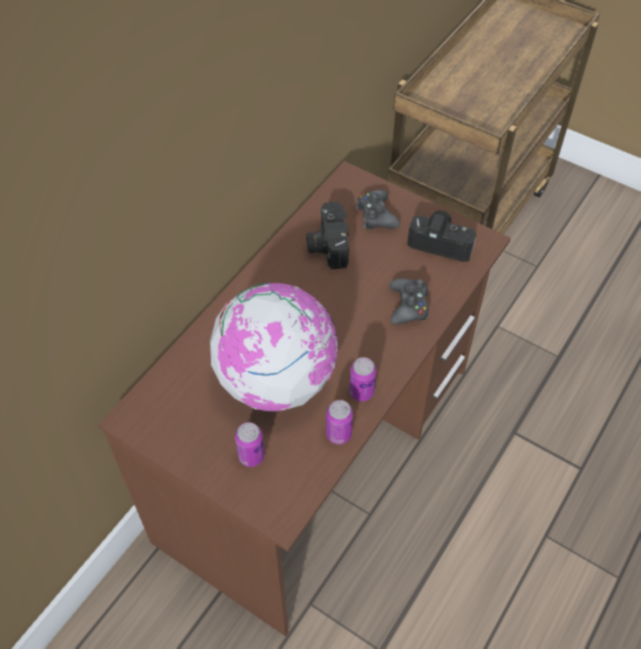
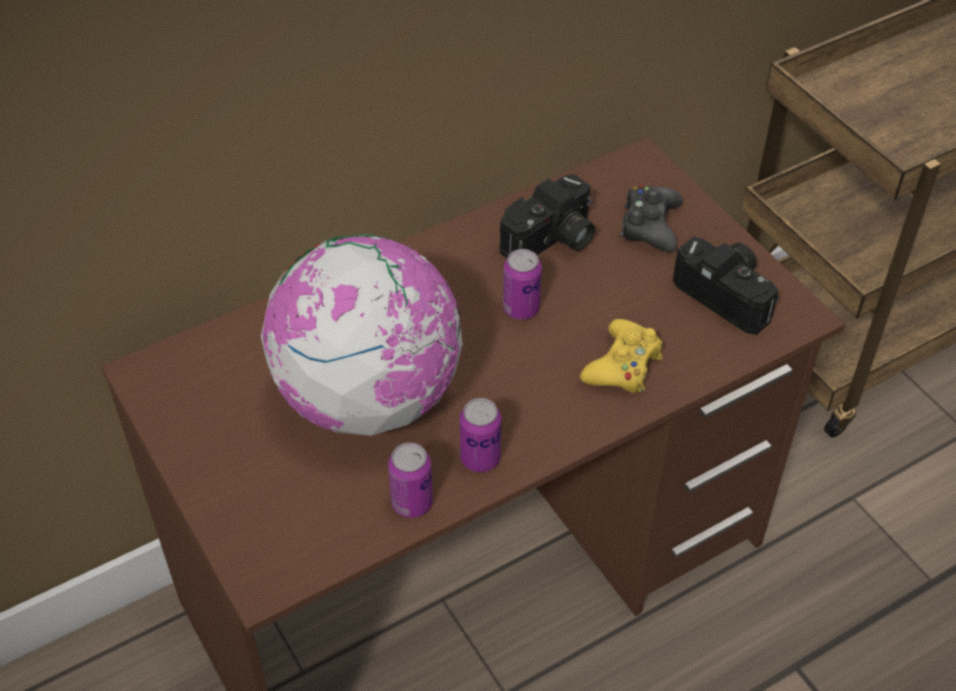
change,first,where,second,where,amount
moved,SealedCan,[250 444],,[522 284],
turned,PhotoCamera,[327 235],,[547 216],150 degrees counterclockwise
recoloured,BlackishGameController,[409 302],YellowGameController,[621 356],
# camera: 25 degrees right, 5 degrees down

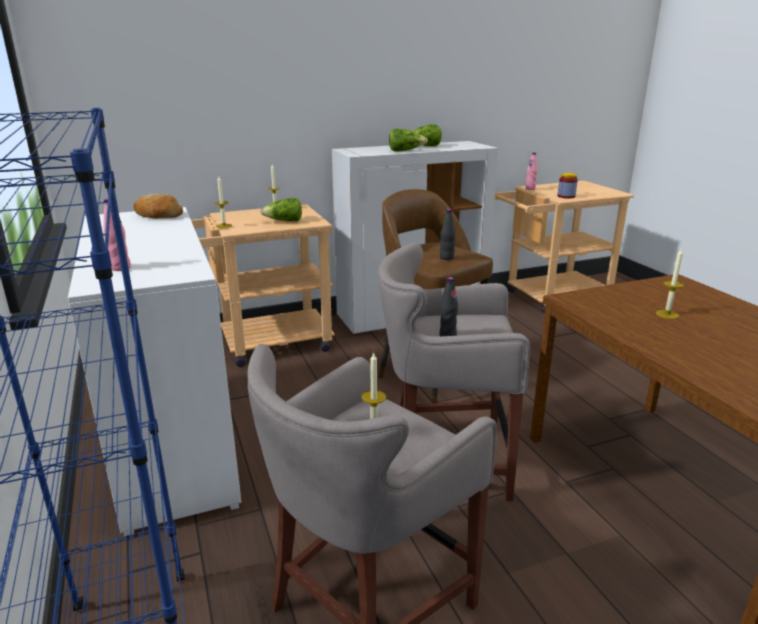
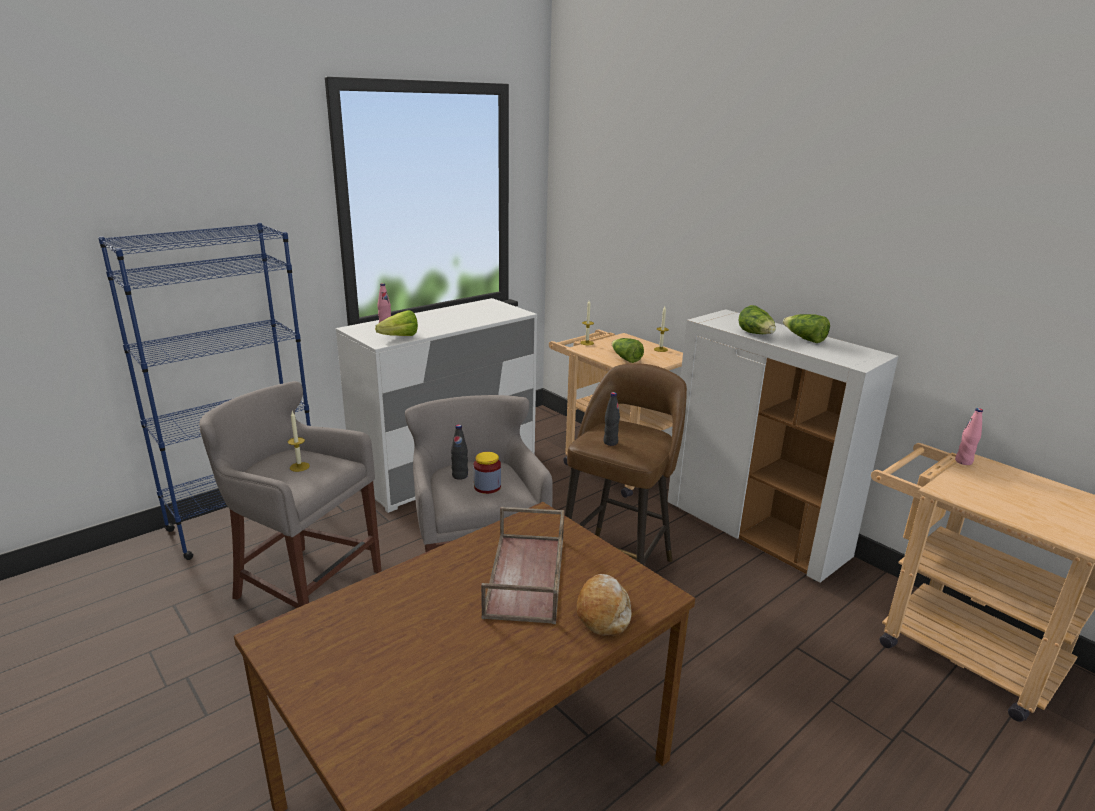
change,first,where,second,where,amount
moved,BakedBread,[158 206],,[604 605],
moved,StorageJar,[567 186],,[487 473],
replaced,Candle,[670 284],BrownColouredServingTray,[522 565],
added,,,Lettuce,[396 323],
# camera: 70 degrees right, 0 degrees up

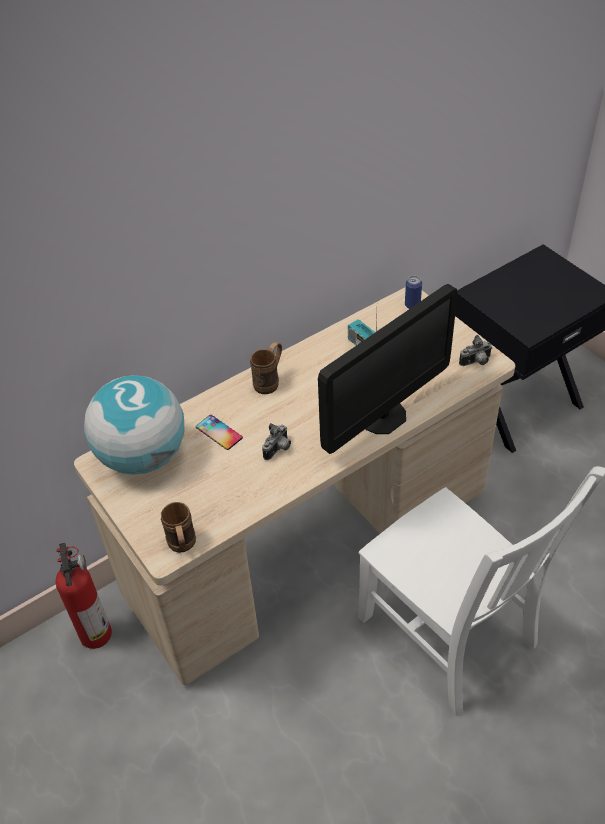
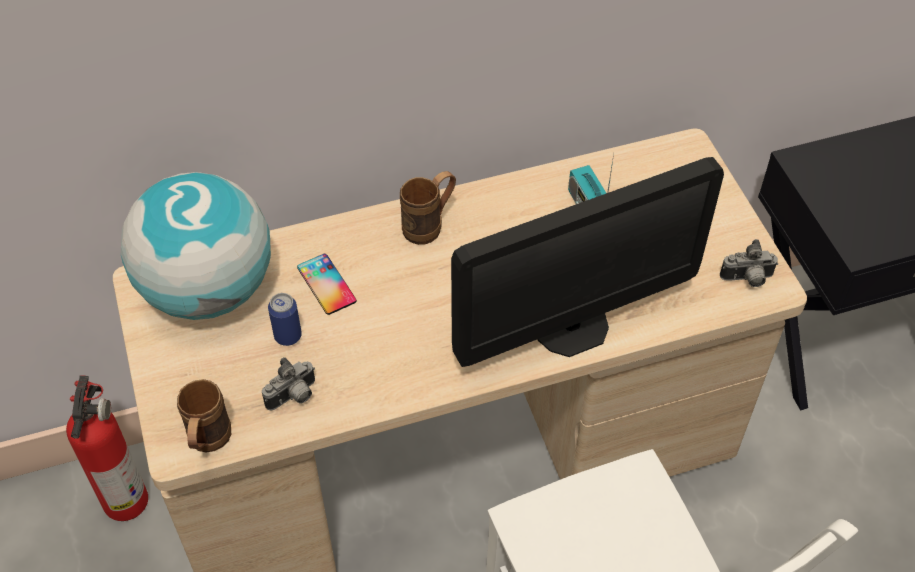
change,first,where,second,where,amount
moved,PhotoCamera,[276 441],,[288 383],
moved,SealedCan,[413 292],,[285 319],
# camera: 15 degrees right, 5 degrees up

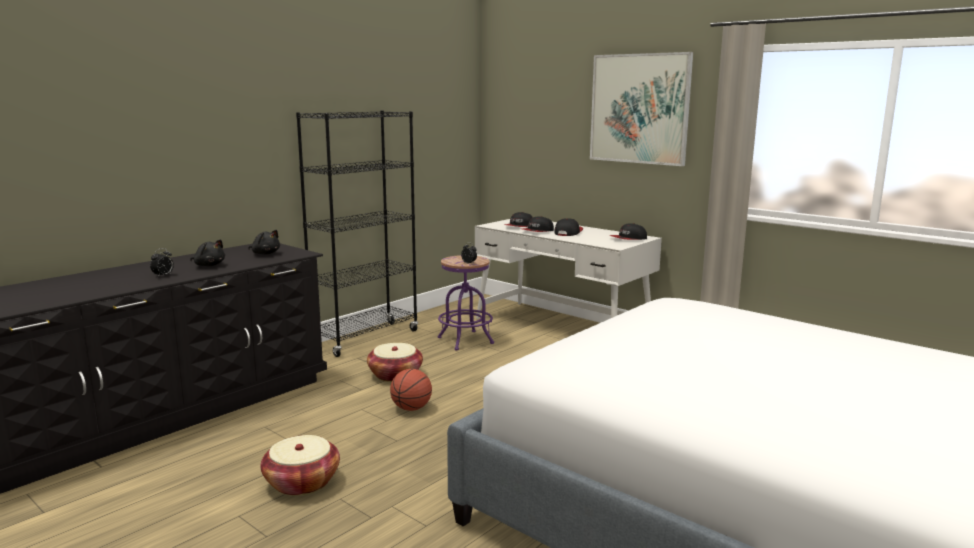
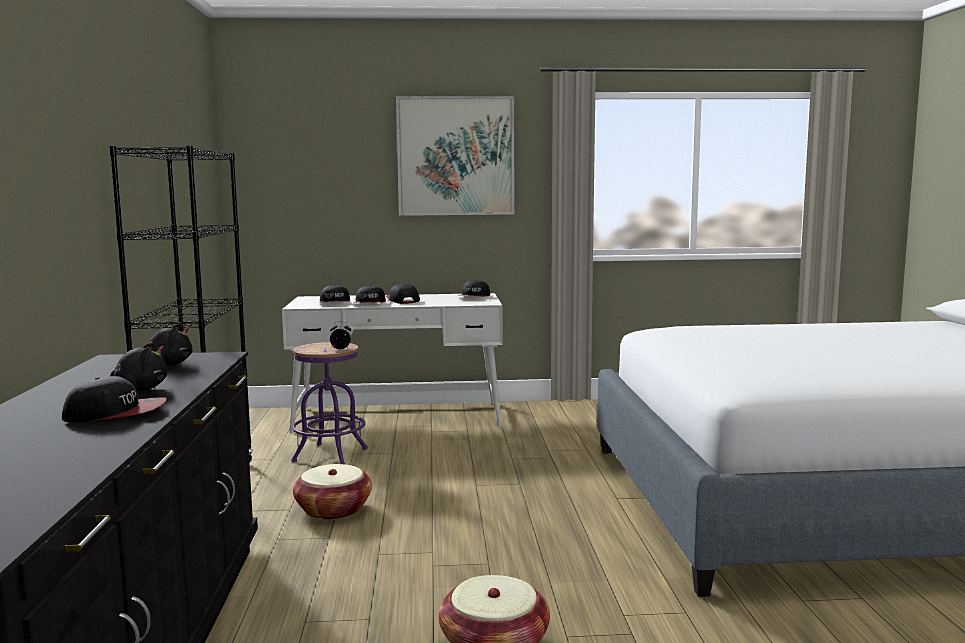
change,first,where,second,where,amount
replaced,BedsideClock,[162 262],Cap,[114 399],
removed,BallForBasketball,[411 390],,,
# camera: 45 degrees left, 5 degrees down

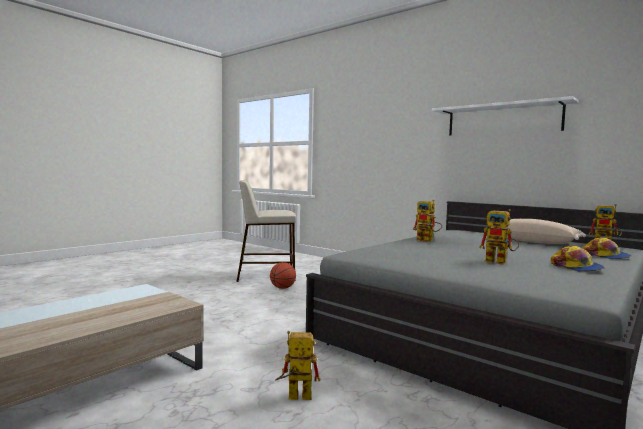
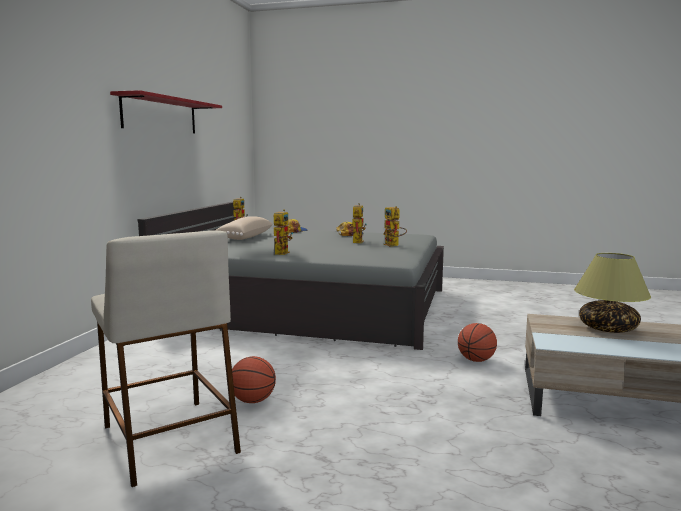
change,first,where,second,where,amount
moved,ToyRobot,[297 365],,[395 226],
recoloured,WhitishBracketShelf,[505 115],RedBracketShelf,[166 111],
added,,,BallForBasketball,[477 342],
added,,,LampForATable,[612 293],
# camera: 115 degrees left, 5 degrees up

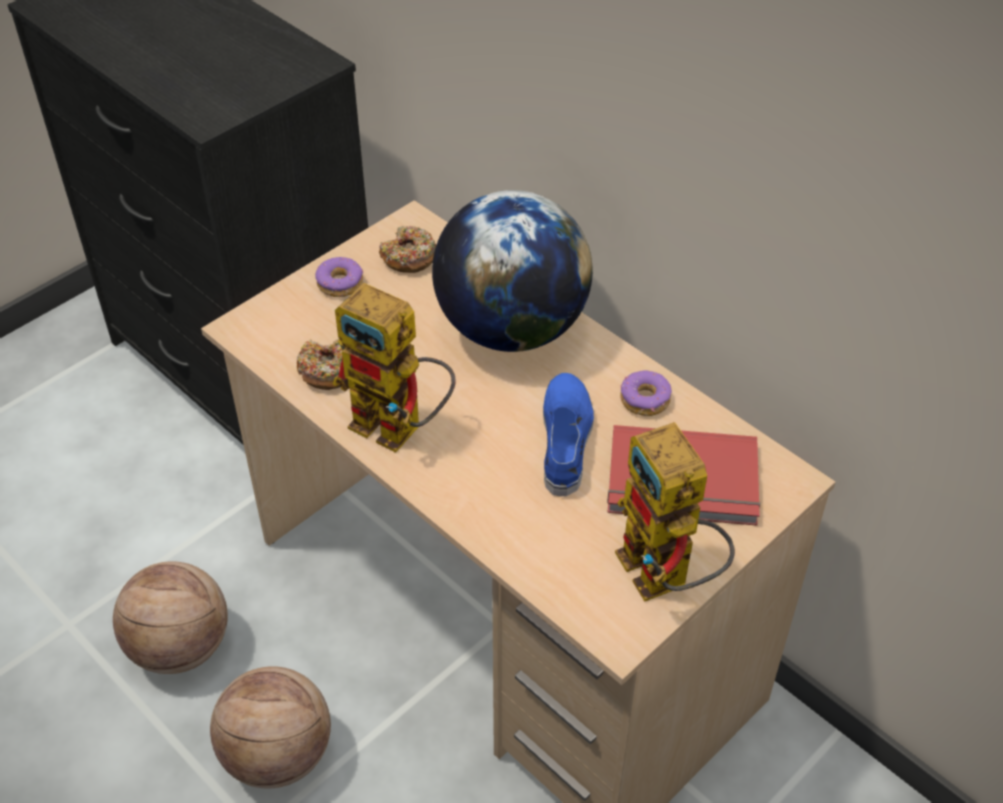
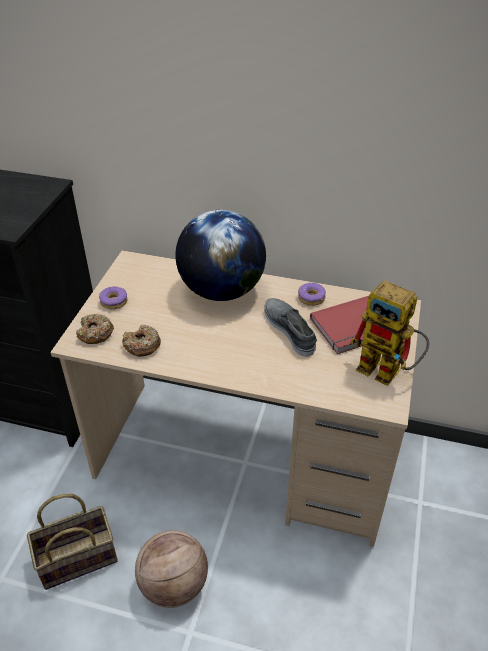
change,first,where,second,where,amount
replaced,BallForBasketball,[170 617],Basket,[72 542],
removed,ToyRobot,[394 368],,,
moved,Doughnut,[407 249],,[95 329],
recoloured,BluishShoe,[568 434],GreyShoe,[290 327],
# camera: 30 degrees left, 5 degrees down

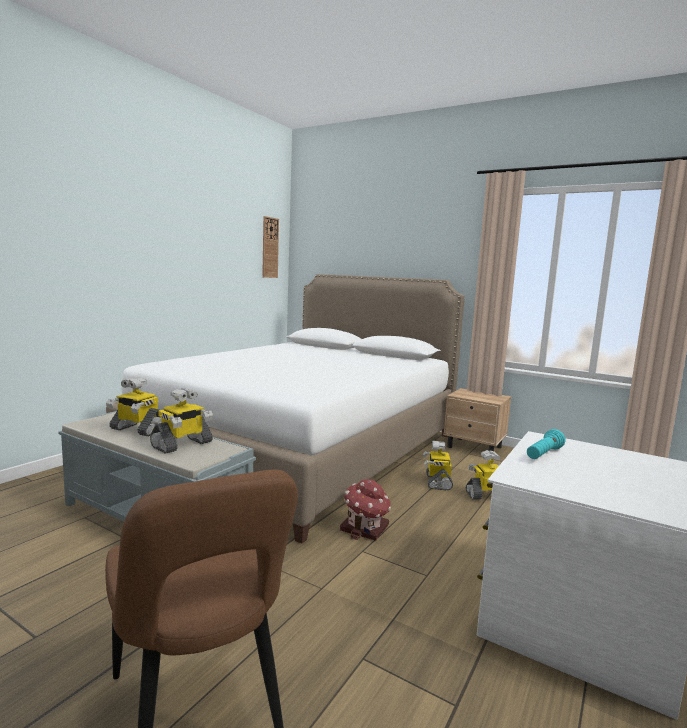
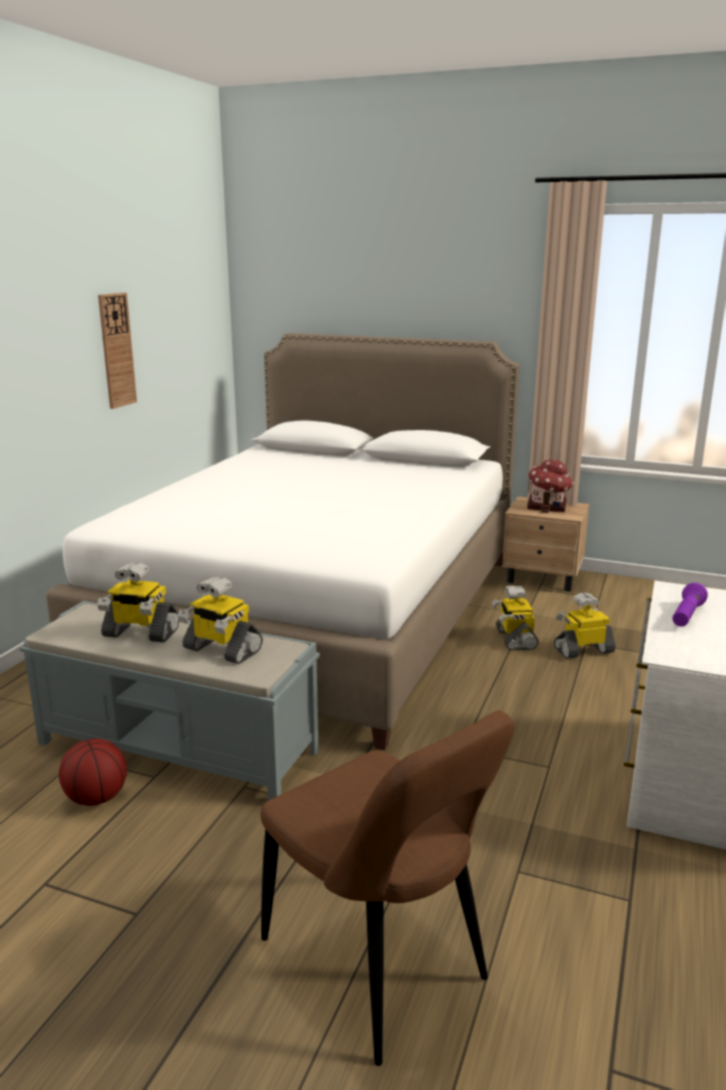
change,first,where,second,where,amount
turned,ToyRobot,[181 420],,[220 620],90 degrees clockwise
moved,ClockOnTheWall,[270 247],,[117 351],
moved,ModelHouse,[365 510],,[550 486],
recoloured,TurquoiseColouredTorch,[546 444],PurplishTorch,[690 605],
added,,,BallForBasketball,[93 772],
# camera: 10 degrees left, 10 degrees up

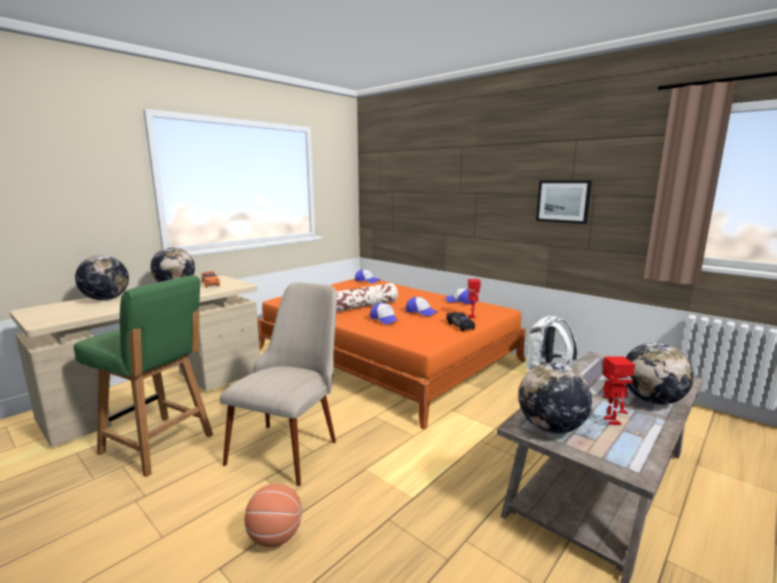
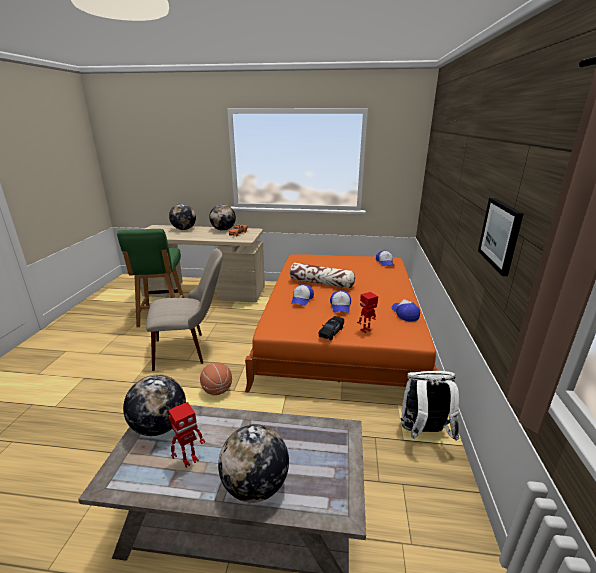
change,first,where,second,where,amount
moved,BallForBasketball,[273 515],,[216 378],
# camera: 55 degrees right, 10 degrees up

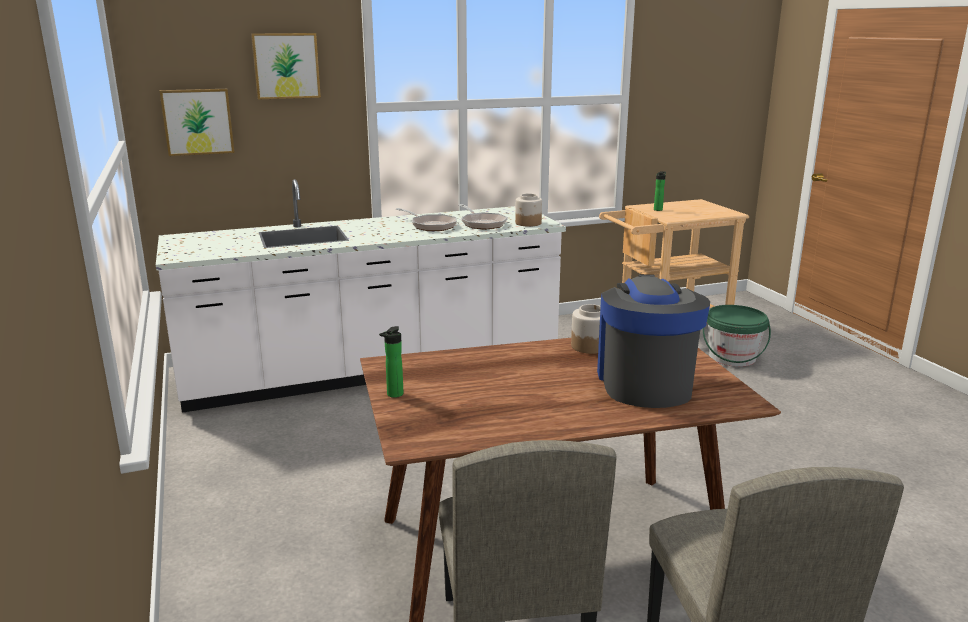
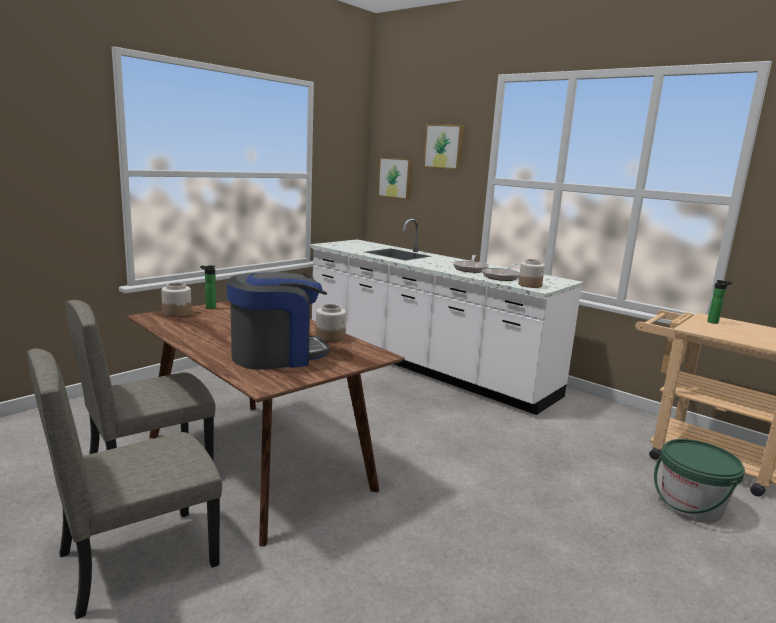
change,first,where,second,where,amount
added,,,StorageJar,[176 299],
# camera: 60 degrees right, 5 degrees down

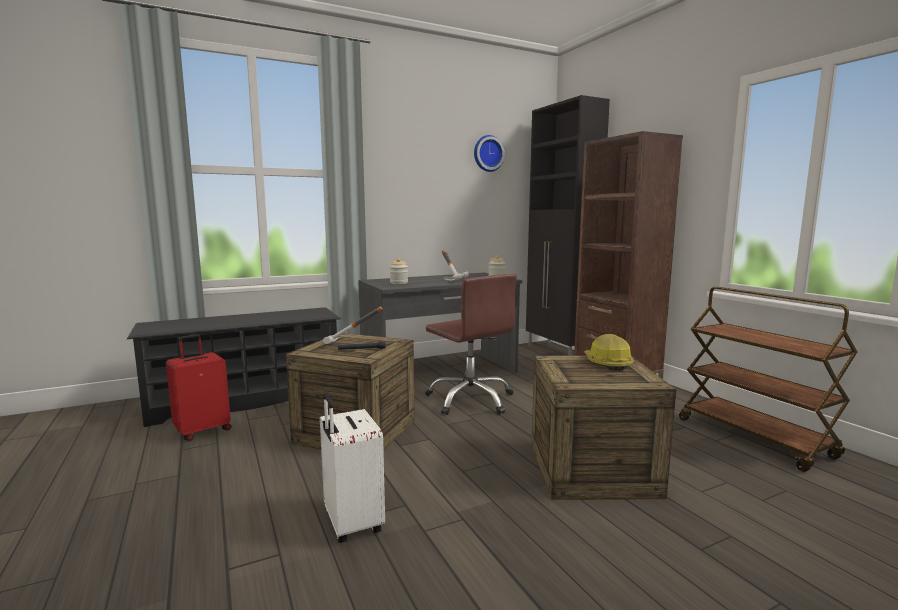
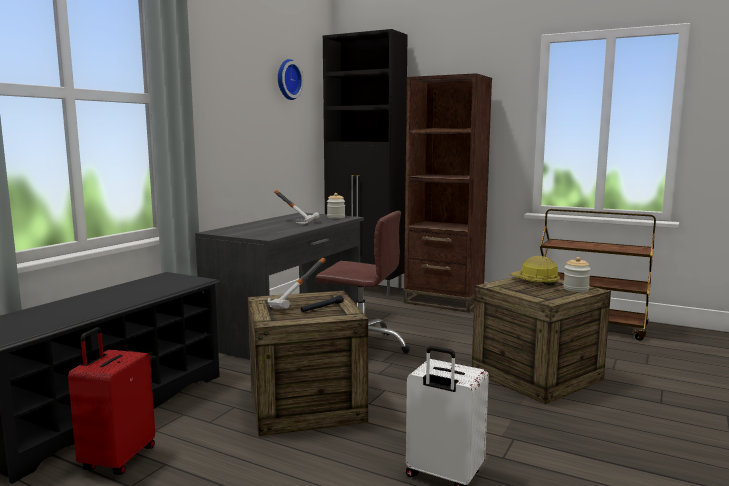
change,first,where,second,where,amount
moved,StorageJar,[399 271],,[577 274],
# camera: 35 degrees left, 0 degrees up

